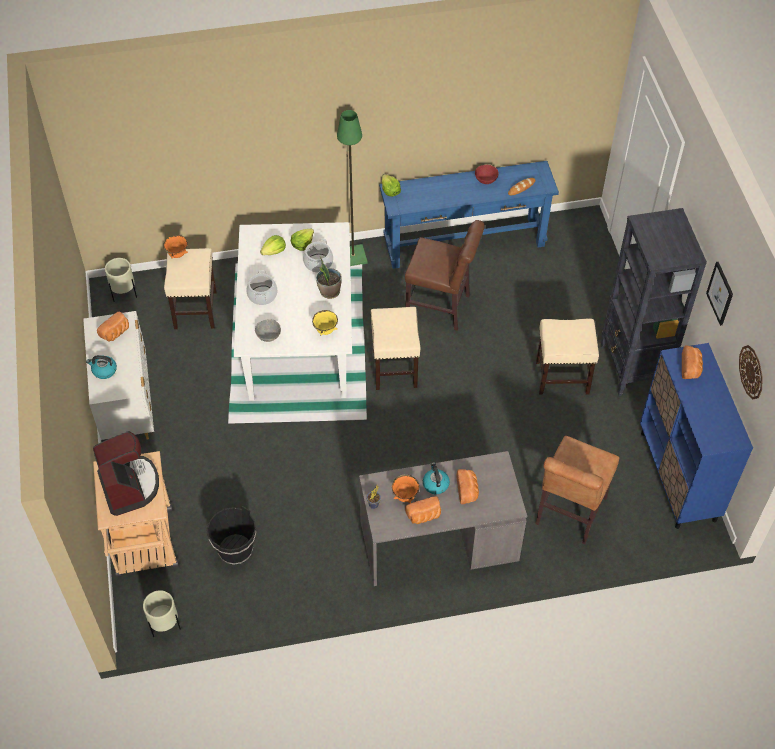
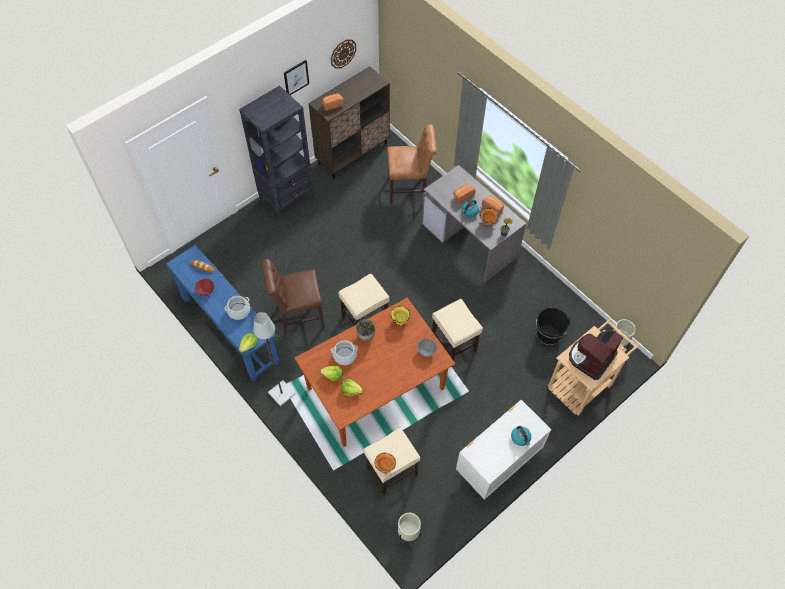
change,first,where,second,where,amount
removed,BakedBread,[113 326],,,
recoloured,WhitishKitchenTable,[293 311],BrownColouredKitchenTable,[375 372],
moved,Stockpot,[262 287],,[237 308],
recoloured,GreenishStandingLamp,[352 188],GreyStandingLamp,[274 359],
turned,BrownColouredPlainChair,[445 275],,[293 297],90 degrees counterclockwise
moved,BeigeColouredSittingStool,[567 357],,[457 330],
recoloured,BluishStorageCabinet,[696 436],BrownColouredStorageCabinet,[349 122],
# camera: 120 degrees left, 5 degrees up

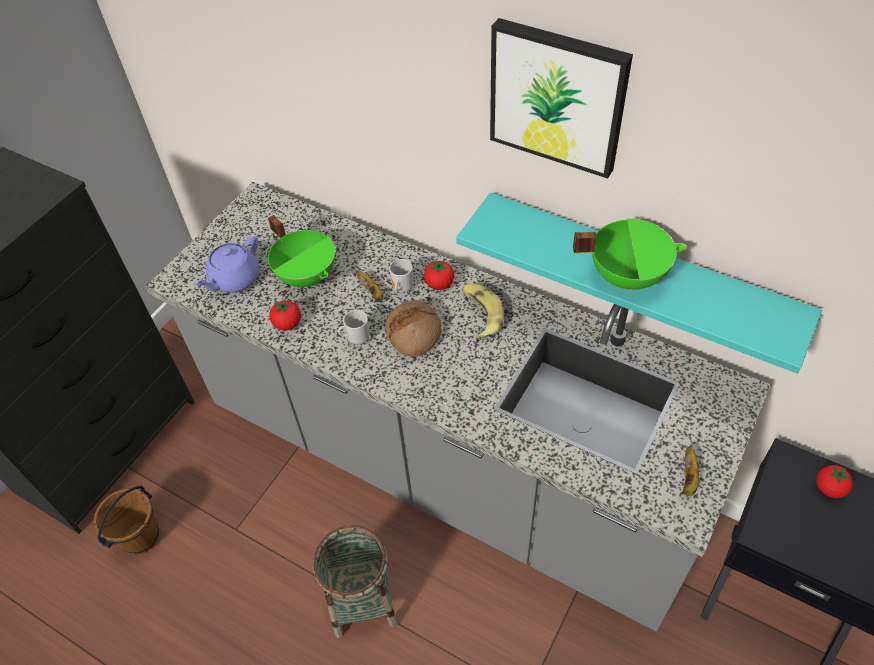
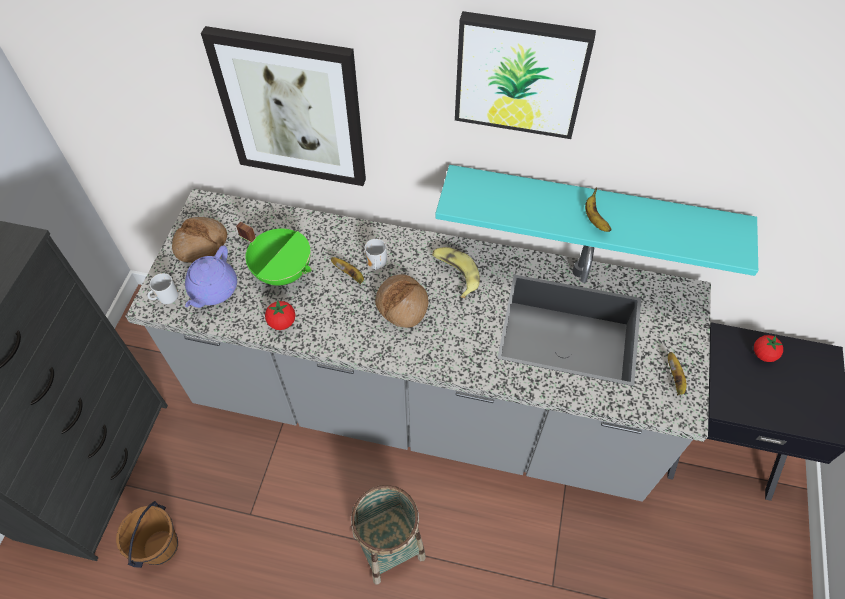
change,first,where,second,where,amount
moved,TeaMug,[354 327],,[162 288],
removed,WholeTomato,[439 275],,,
replaced,GreenishStockpot,[630 254],BananaFruit,[598 209],
added,,,BakedBread,[199 240],
added,,,WallPicture,[283 106],
# camera: 20 degrees left, 5 degrees up

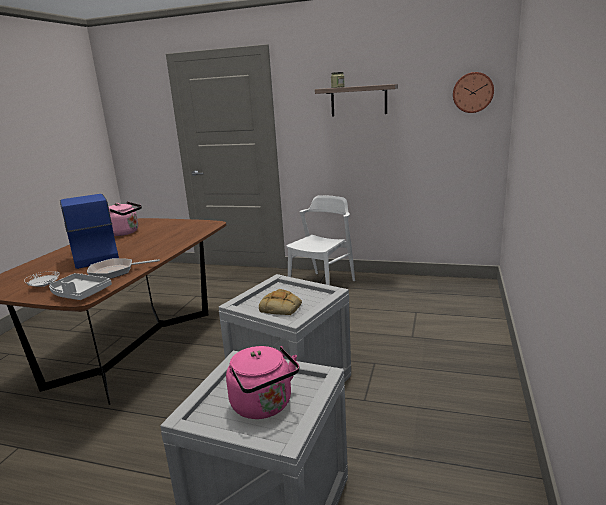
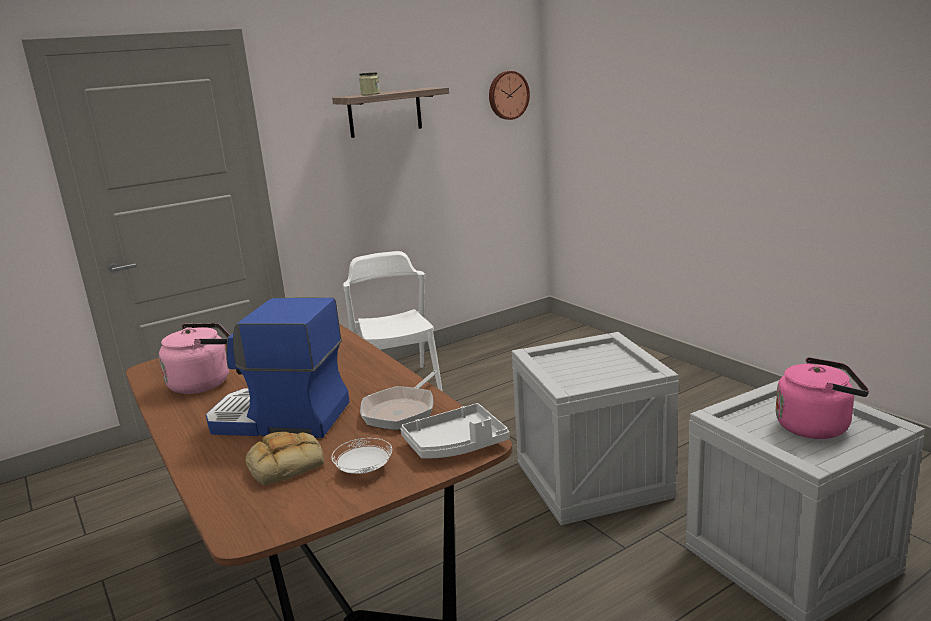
change,first,where,second,where,amount
moved,BakedBread,[280 302],,[284 459],
# camera: 50 degrees left, 0 degrees up

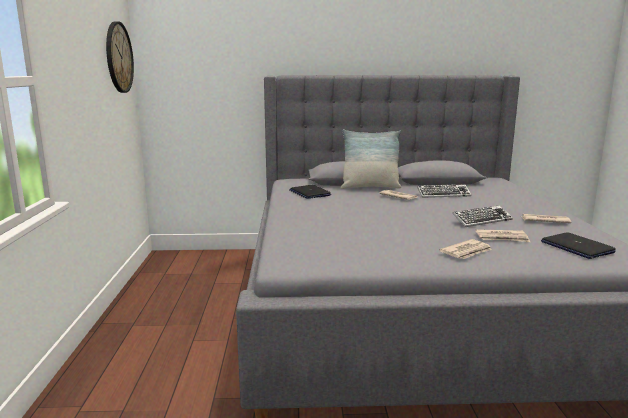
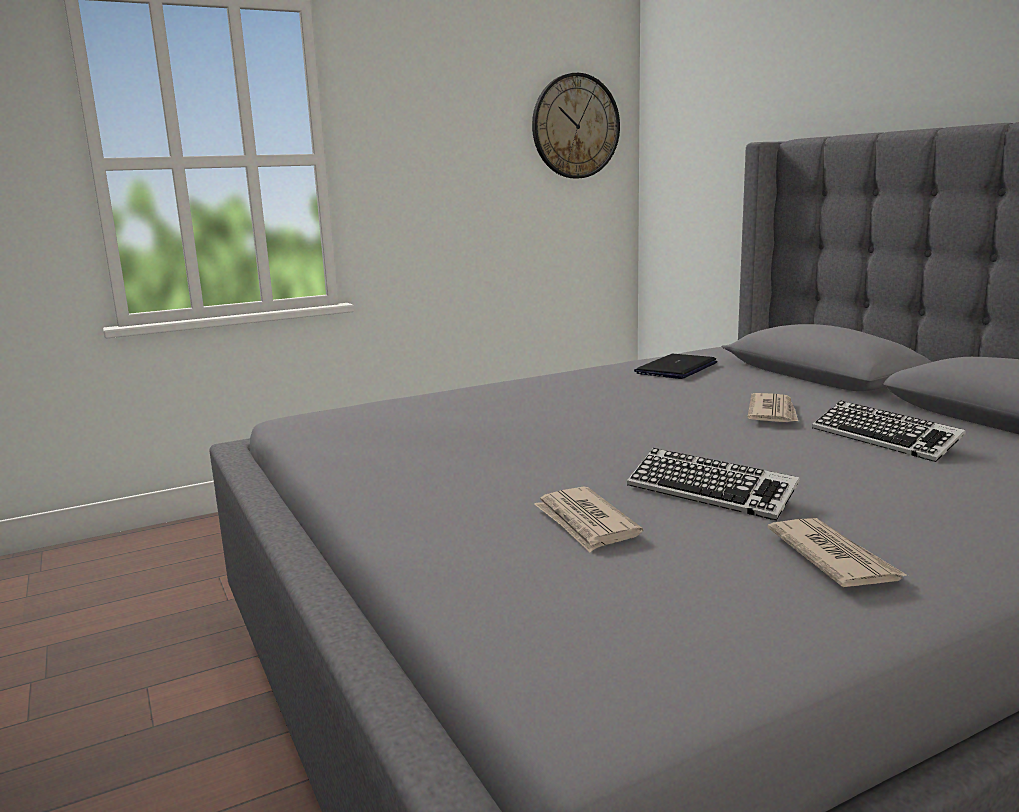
change,first,where,second,where,amount
removed,ThrowPillow,[371 159],,,
removed,Newspaper,[465 249],,,
removed,NotebookComputer,[578 245],,,
# camera: 65 degrees right, 0 degrees up

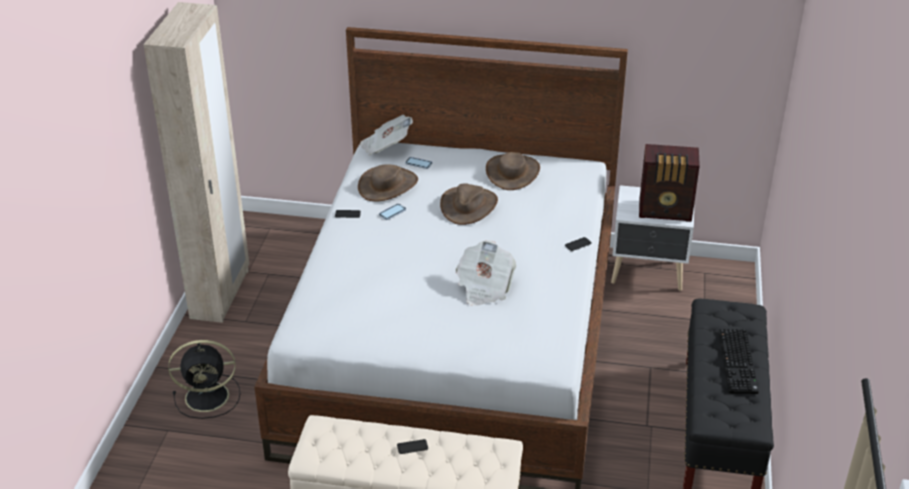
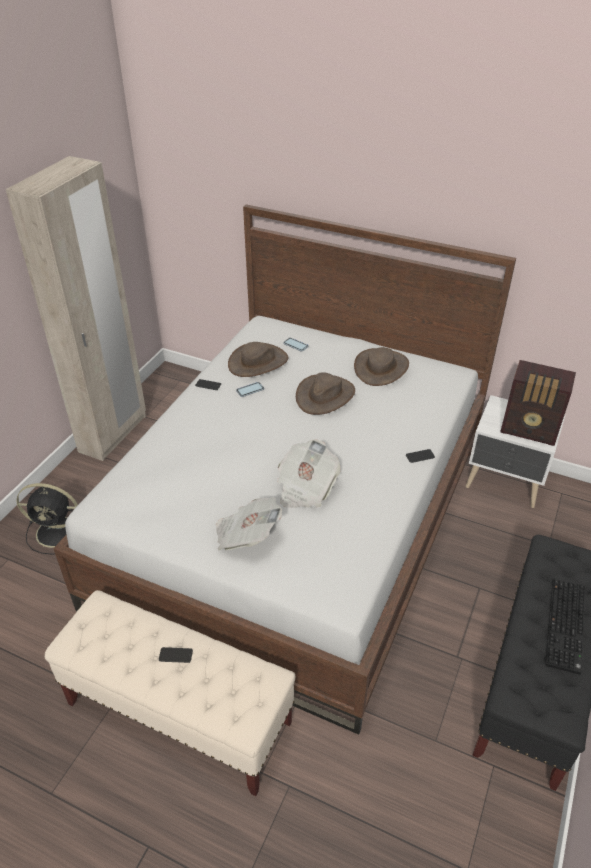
change,first,where,second,where,amount
moved,Newspaper,[386 135],,[249 523],
# camera: 15 degrees right, 5 degrees up

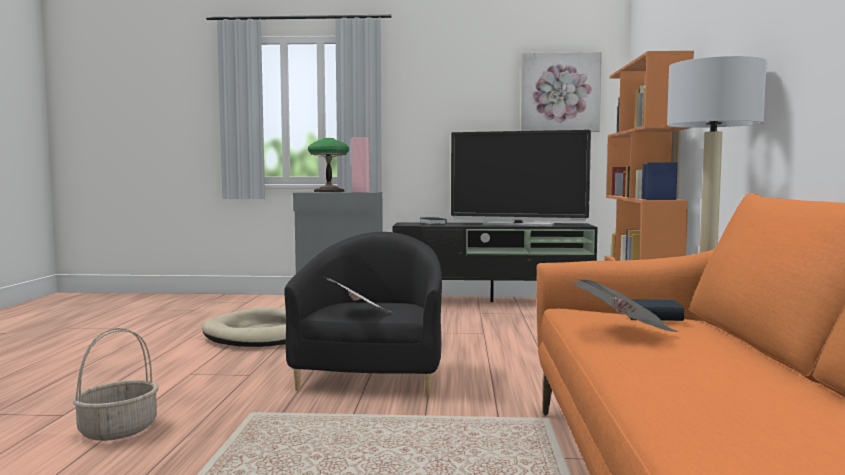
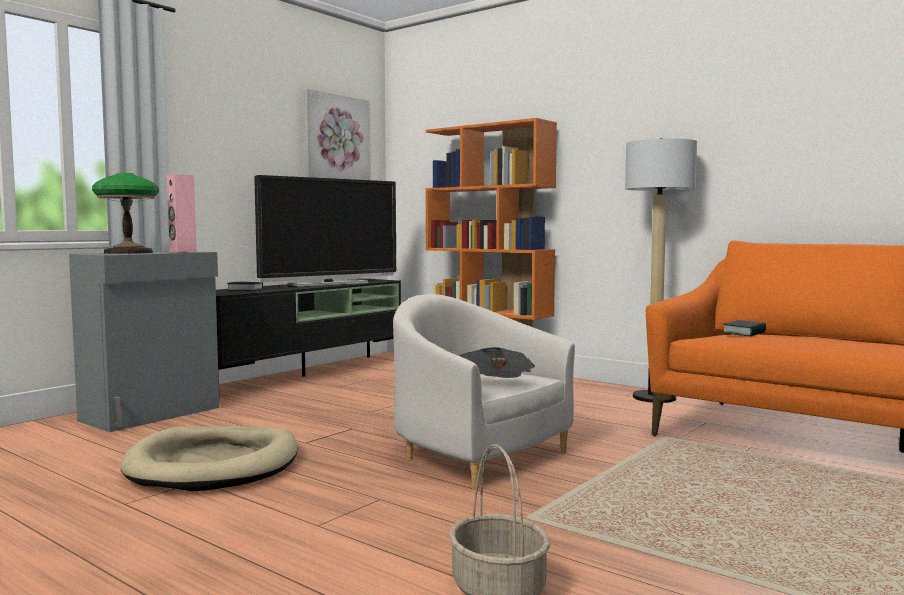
change,first,where,second,where,amount
recoloured,BlackishEasyChair,[363 314],WhitishEasyChair,[484 392],
removed,Newspaper,[626 305],,,
# camera: 55 degrees left, 0 degrees up

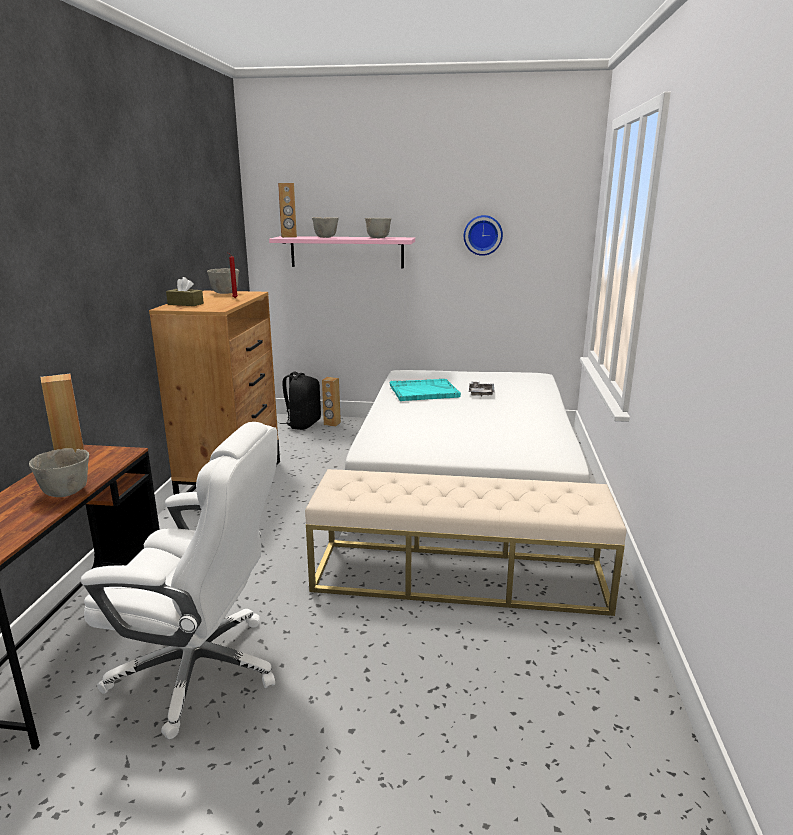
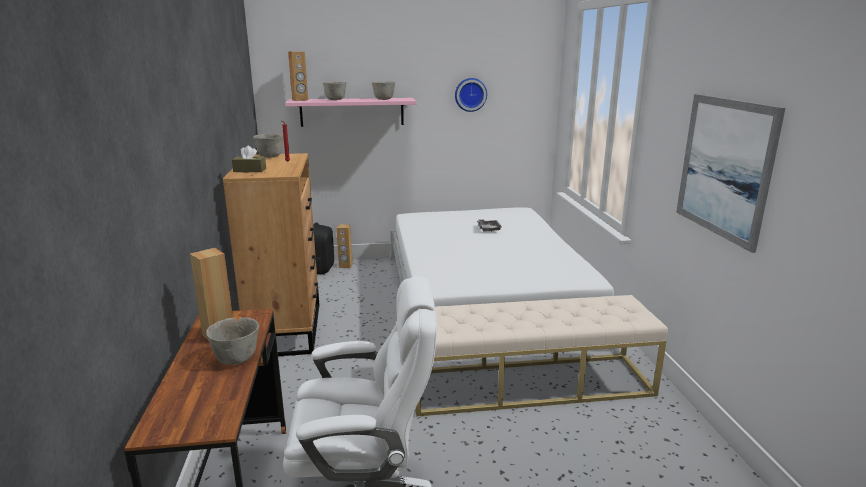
change,first,where,second,where,amount
removed,TurquoiseColouredServingTray,[425 390],,,
added,,,WallPicture,[730 173],
# camera: 15 degrees left, 0 degrees up

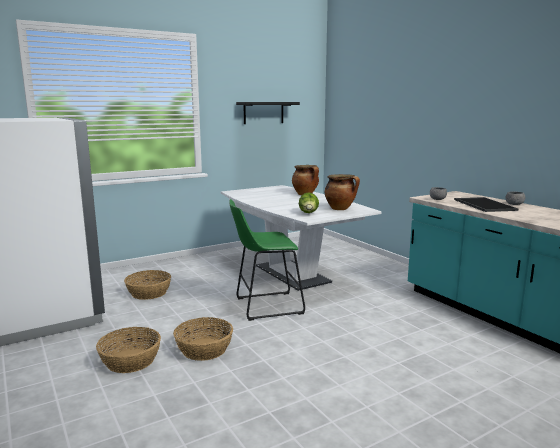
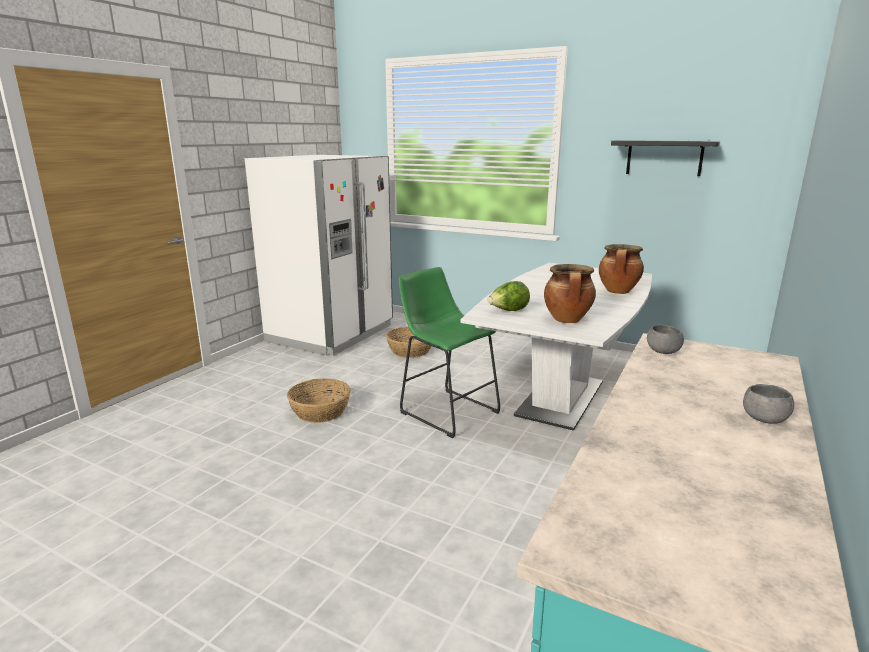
change,first,where,second,where,amount
removed,Basket,[128 350],,,
removed,ServingTray,[486 204],,,
# camera: 60 degrees right, 5 degrees up

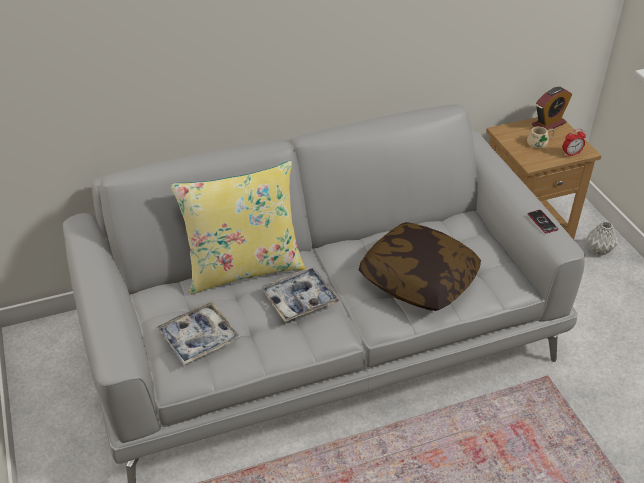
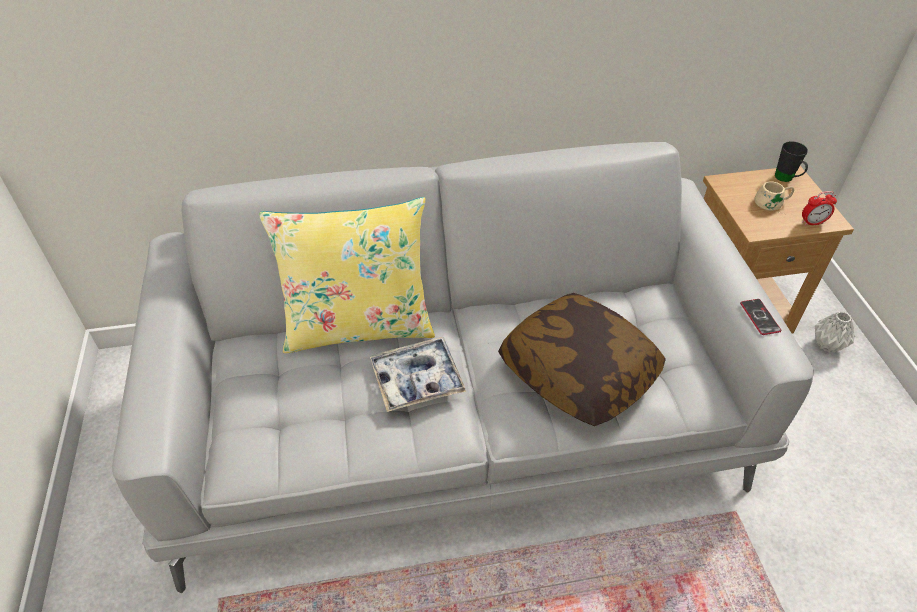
change,first,where,second,where,amount
removed,ServingTray,[198 333],,,
replaced,BedsideClock,[552 108],BlackishTeaMug,[791 161],
# camera: 10 degrees right, 5 degrees up

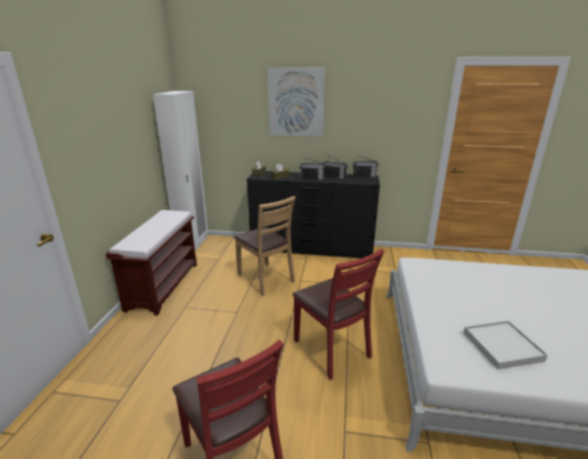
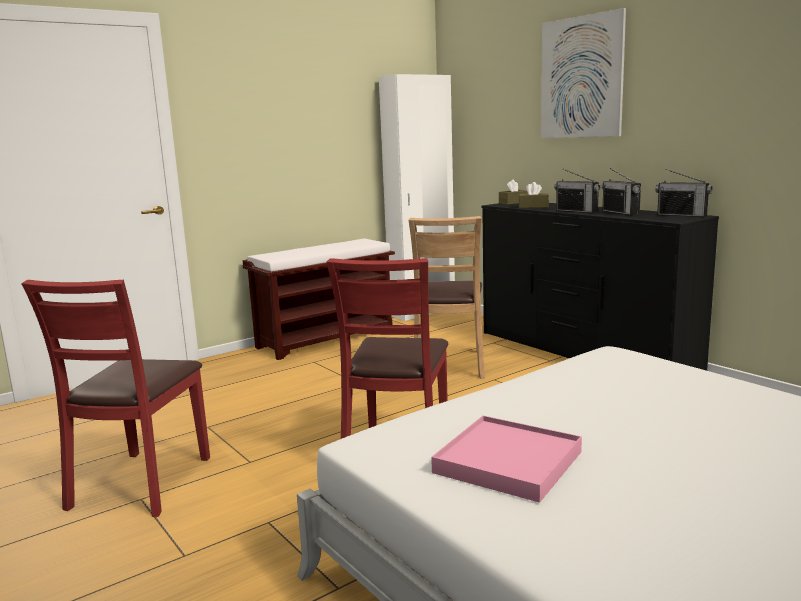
change,first,where,second,where,amount
recoloured,WhitishServingTray,[505 345],PinkishServingTray,[506 459],
# camera: 45 degrees right, 10 degrees down

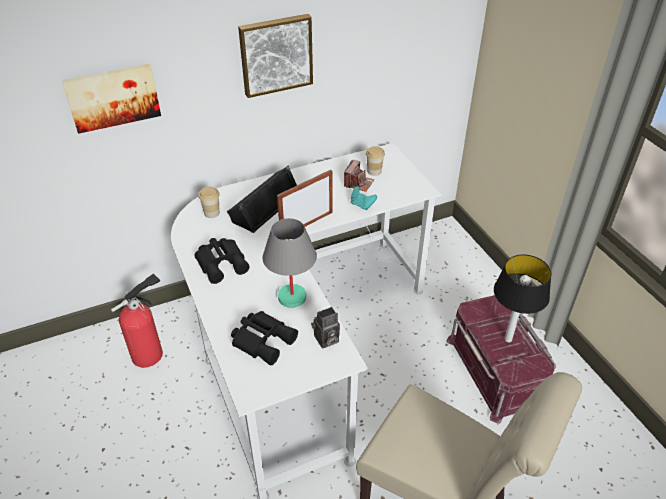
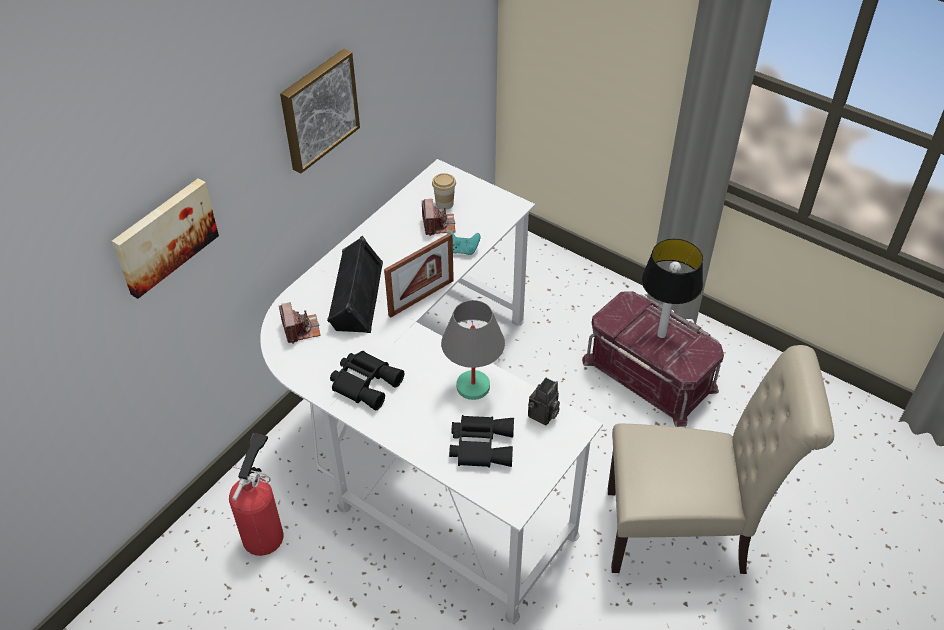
change,first,where,second,where,amount
replaced,SmallCup,[209 202],PhotoCamera,[300 323],
turned,PictureFrame,[304 198],,[419 275],150 degrees counterclockwise
# camera: 30 degrees left, 5 degrees up

